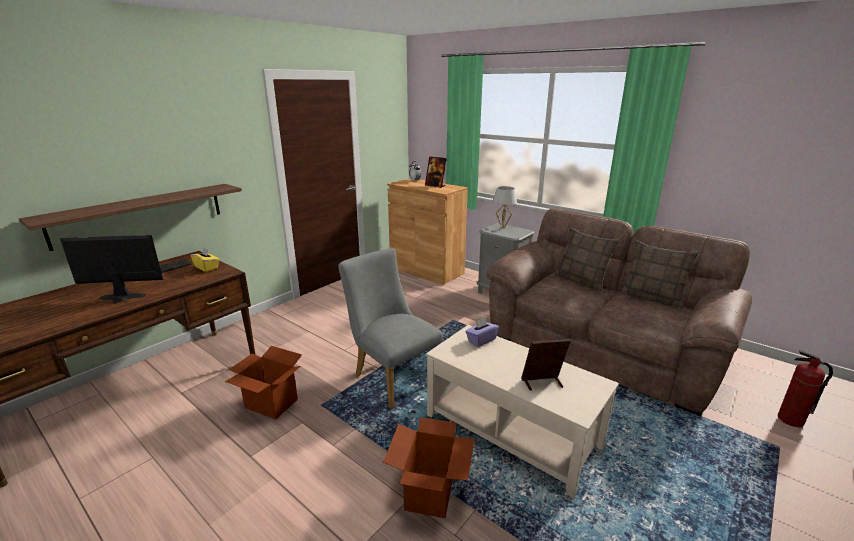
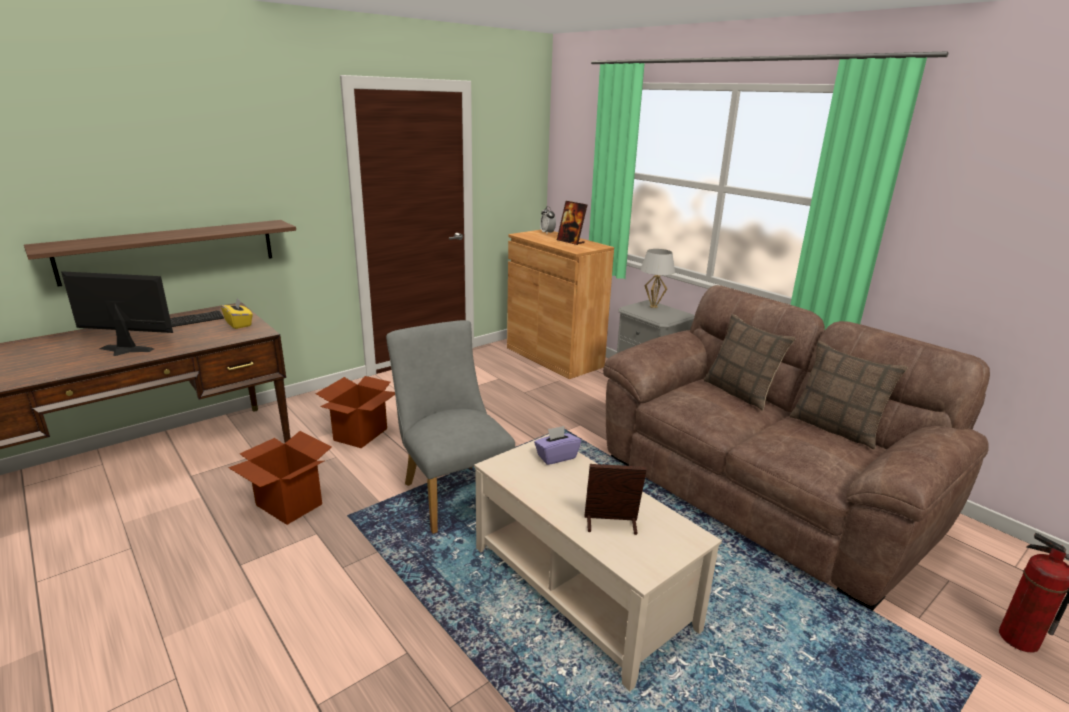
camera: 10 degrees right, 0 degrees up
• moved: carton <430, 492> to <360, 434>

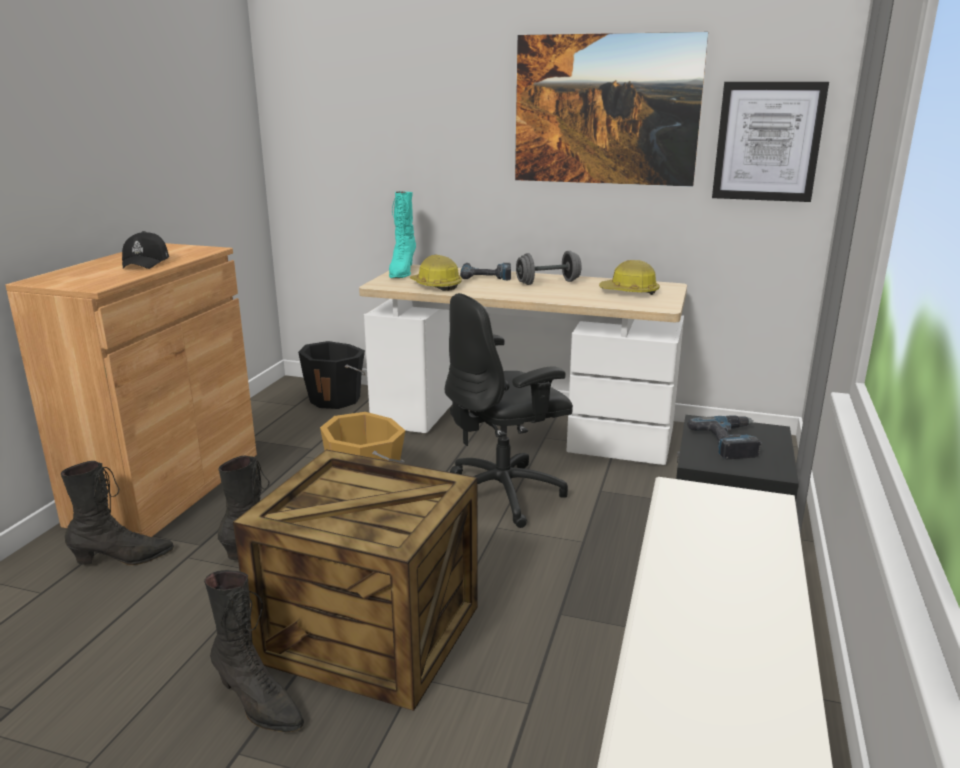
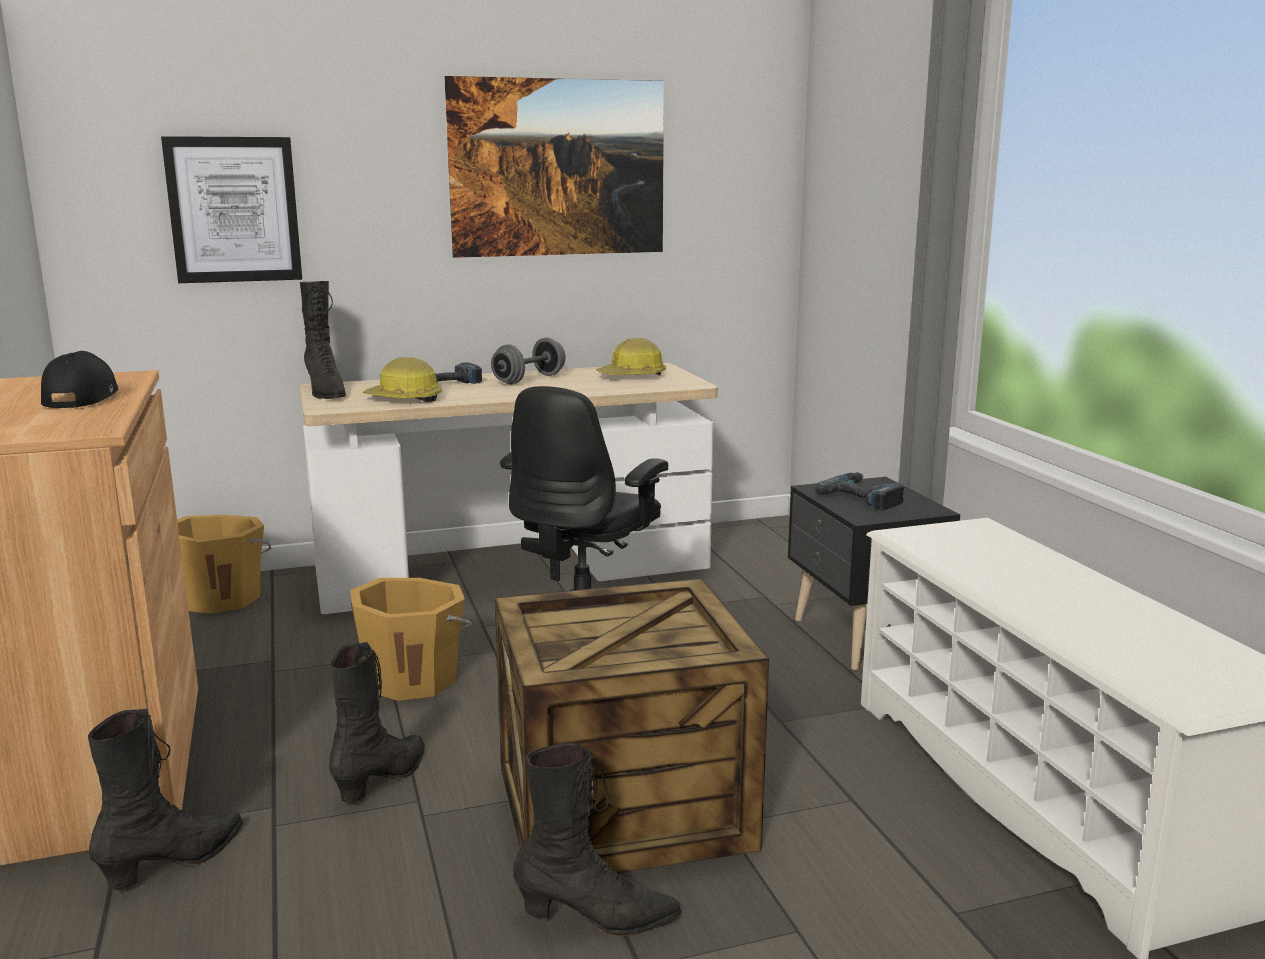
camera: 35 degrees left, 5 degrees down
• turned: casquette [noir] <146, 263> = <81, 398> 150 degrees counterclockwise
• recoloured: seau [noir] <336, 399> to seau [orange] <222, 598>
• recoloured: botte [turquoise] <402, 272> to botte [noir] <325, 392>
• moved: tableau <767, 142> to <234, 210>

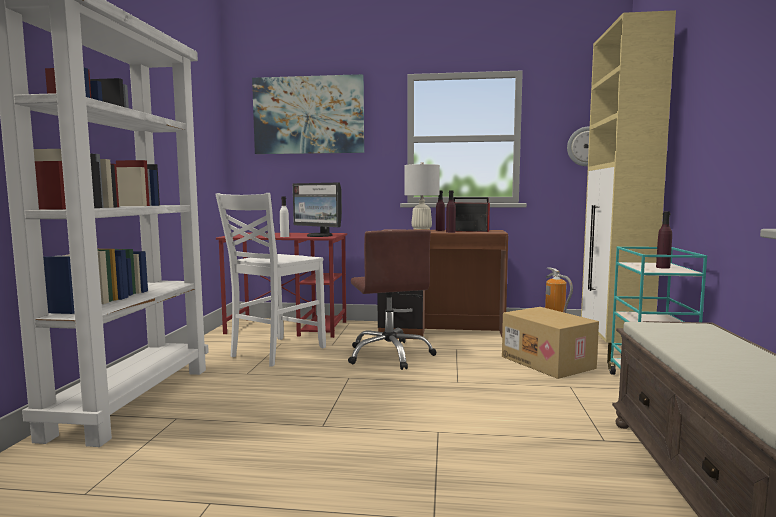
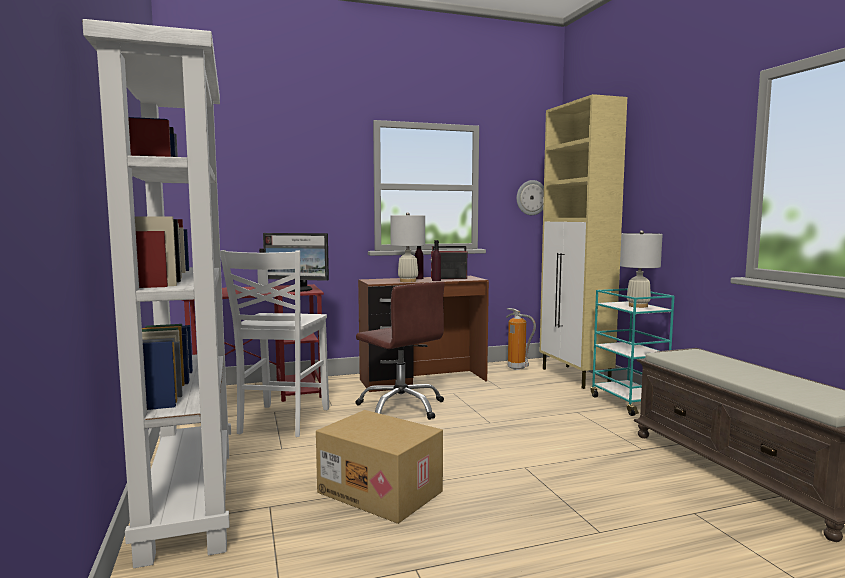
camera: 25 degrees left, 0 degrees up
• removed: tableau <308, 115>
• moved: carton <548, 362> to <382, 491>
• replaced: bouteille [violet] <663, 267> to lampe de table [blanc] <638, 306>

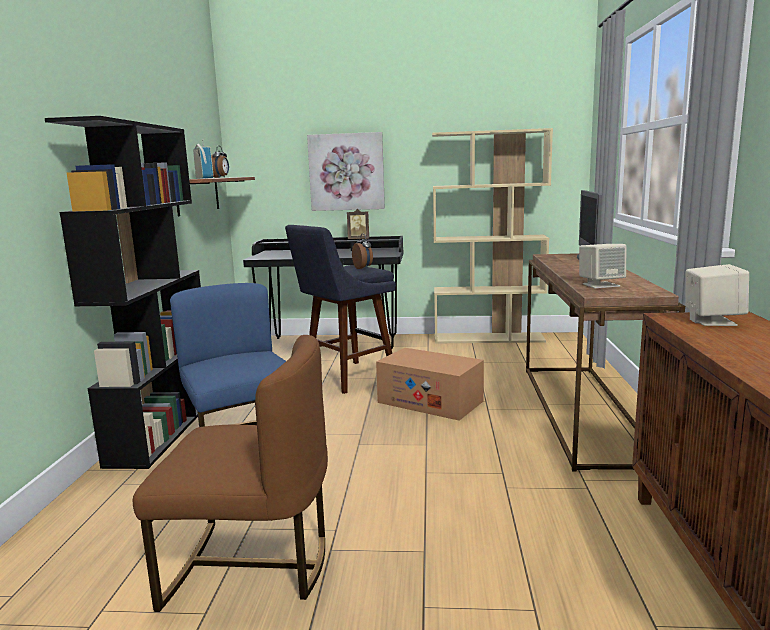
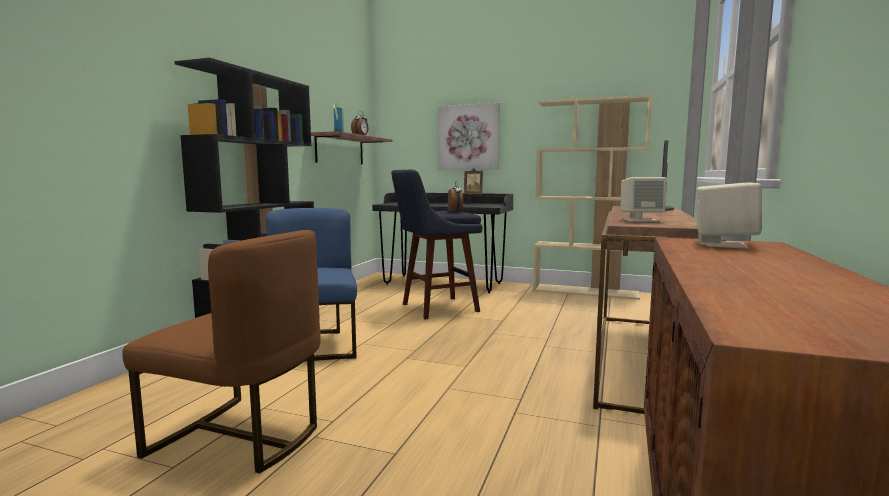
camera: 15 degrees right, 5 degrees down
• removed: carton <430, 401>

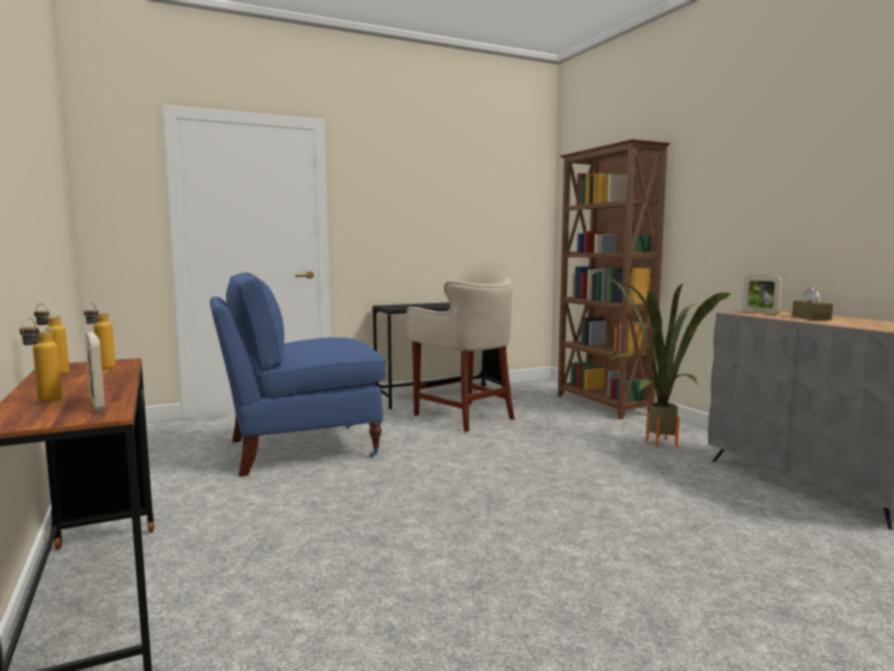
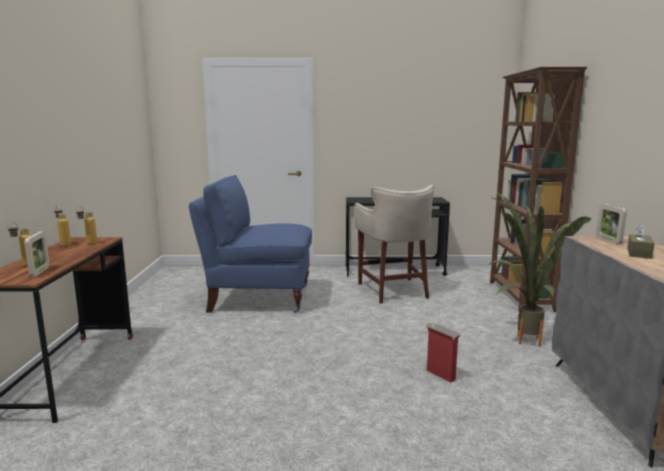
camera: 25 degrees right, 5 degrees up
• added: carton <440, 375>

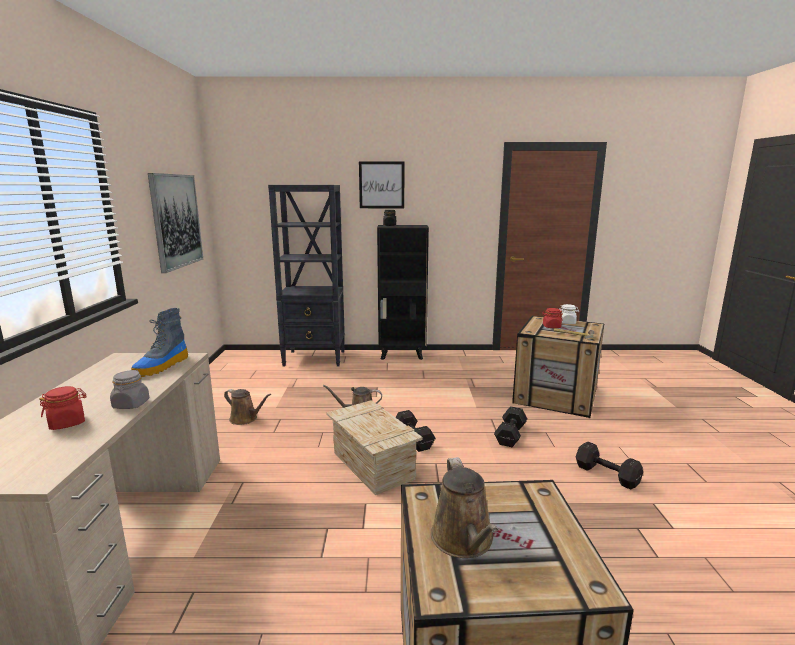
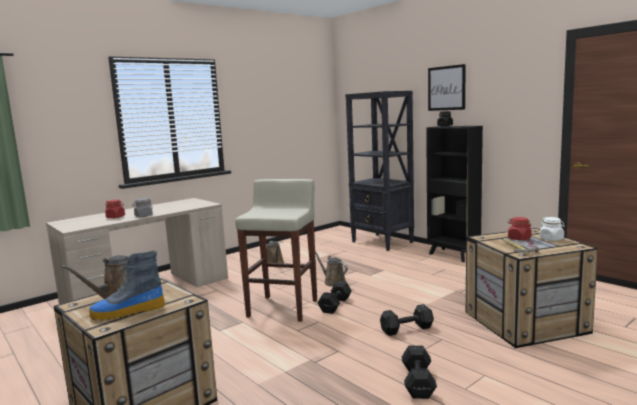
camera: 50 degrees right, 5 degrees down
• moved: botte <162, 366> to <127, 312>
• removed: tableau <176, 221>
• replaced: caisse <373, 466> to tabouret [beige] <283, 308>

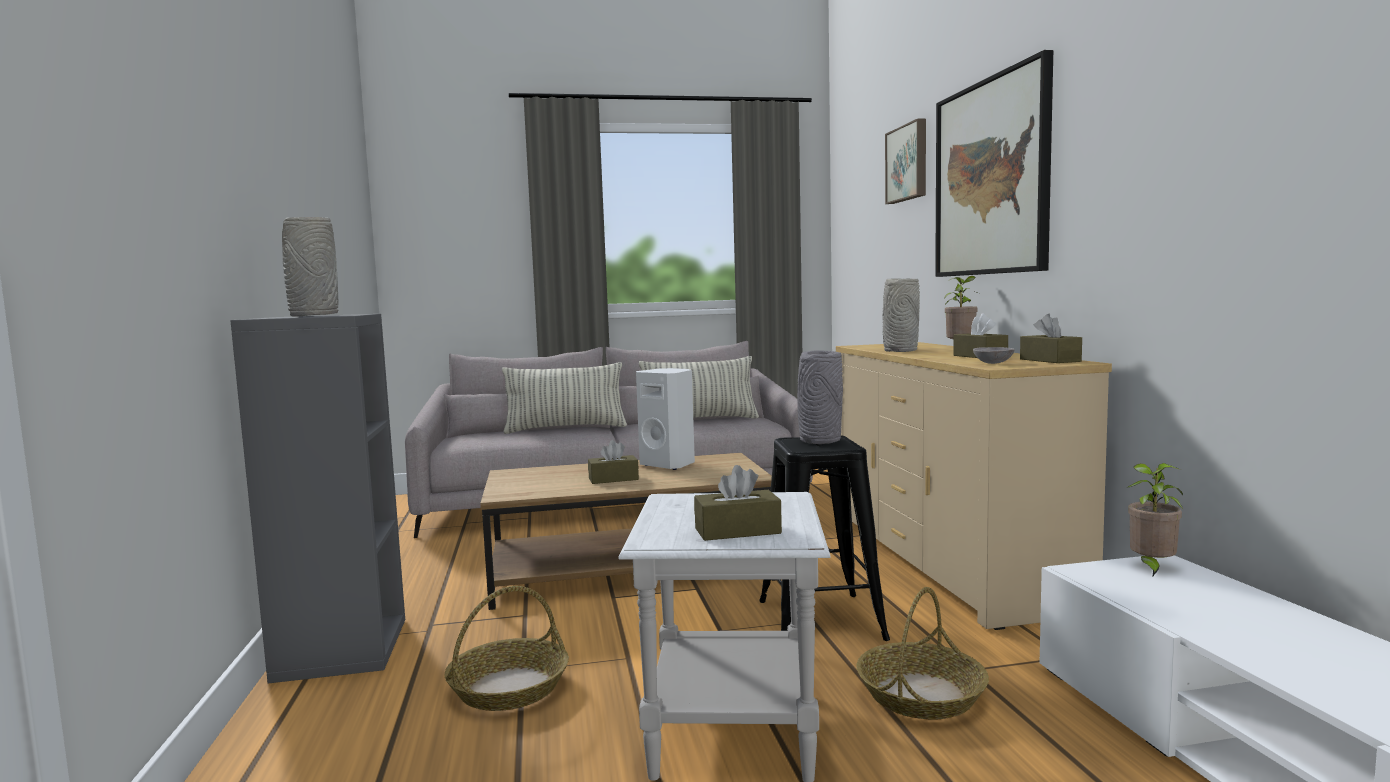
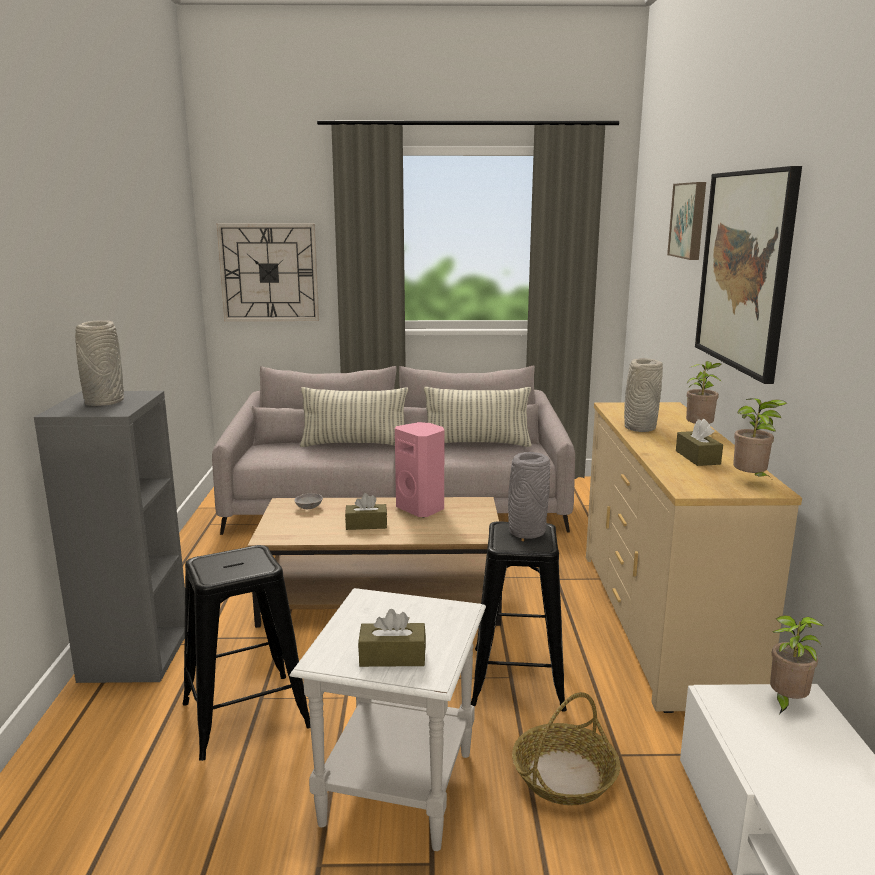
camera: 10 degrees right, 10 degrees up
• replaced: panier <509, 687> to tabouret [noir] <246, 715>
• recoloured: enceinte [blanc] <669, 465> to enceinte [rose] <422, 509>
• moved: bol [gris] <993, 363> to <309, 507>
• replaced: boîte à mouchoirs [marron] <1049, 360> to plante en pot <751, 480>
• added: horloge murale <269, 272>

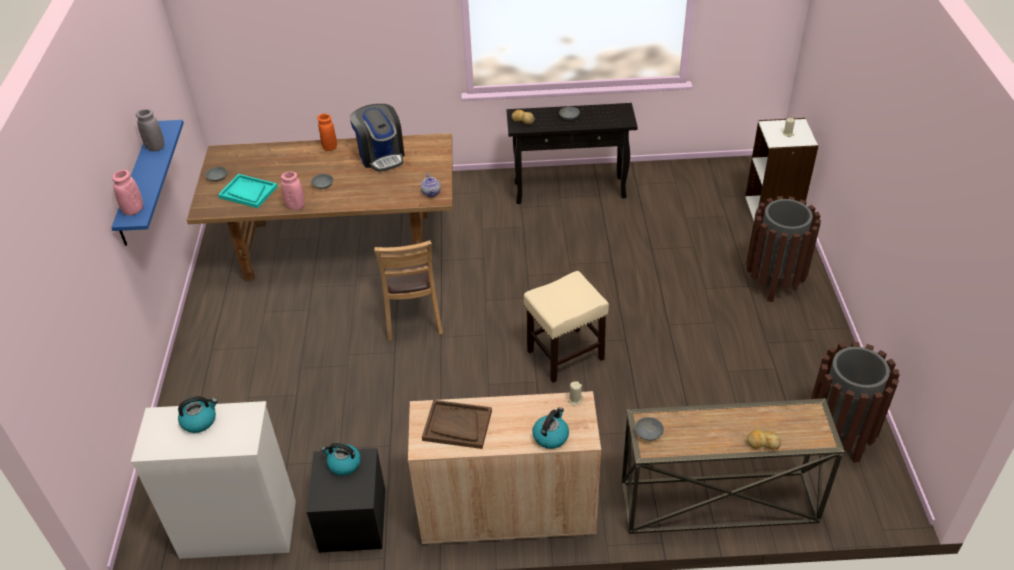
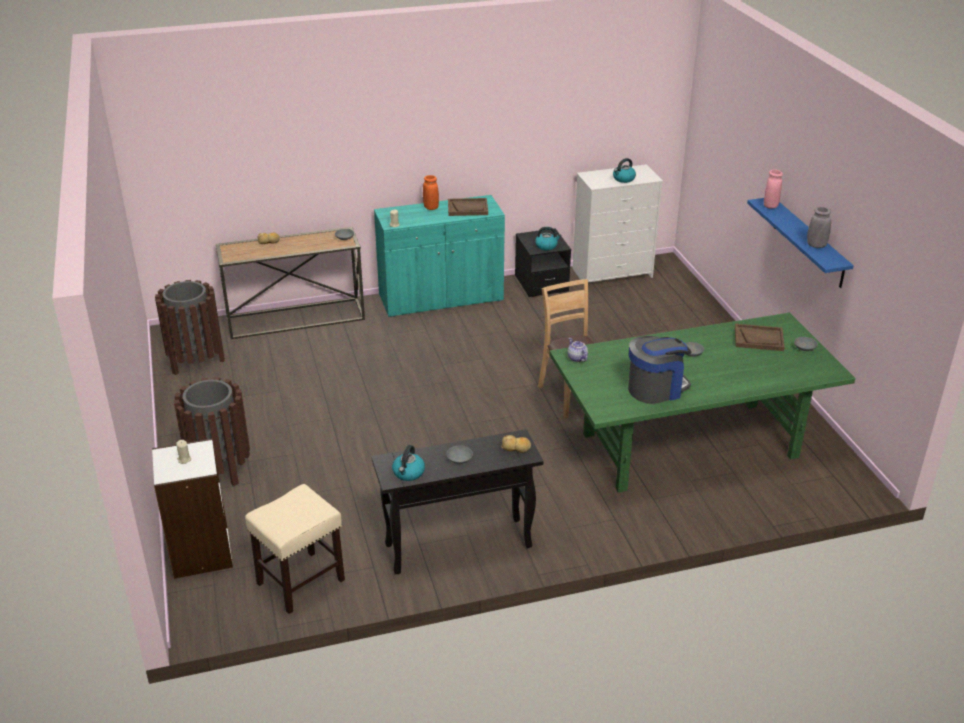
camera: 165 degrees right, 10 degrees down
• recoloured: table à manger [marron] <340, 246> to table à manger [vert] <688, 446>
• recoloured: plateau [turquoise] <248, 192> to plateau [marron] <759, 339>
• removed: vase [rose] <296, 206>
• moved: vase [orange] <329, 147> to <431, 208>
• turned: machine à café <381, 155> = <656, 388> 105 degrees clockwise
• recoloured: meuble de rangement [beige] <507, 511> to meuble de rangement [turquoise] <441, 298>
• moved: tabouret [beige] <564, 355> to <301, 581>
• moved: bouilloire <550, 436> to <408, 473>

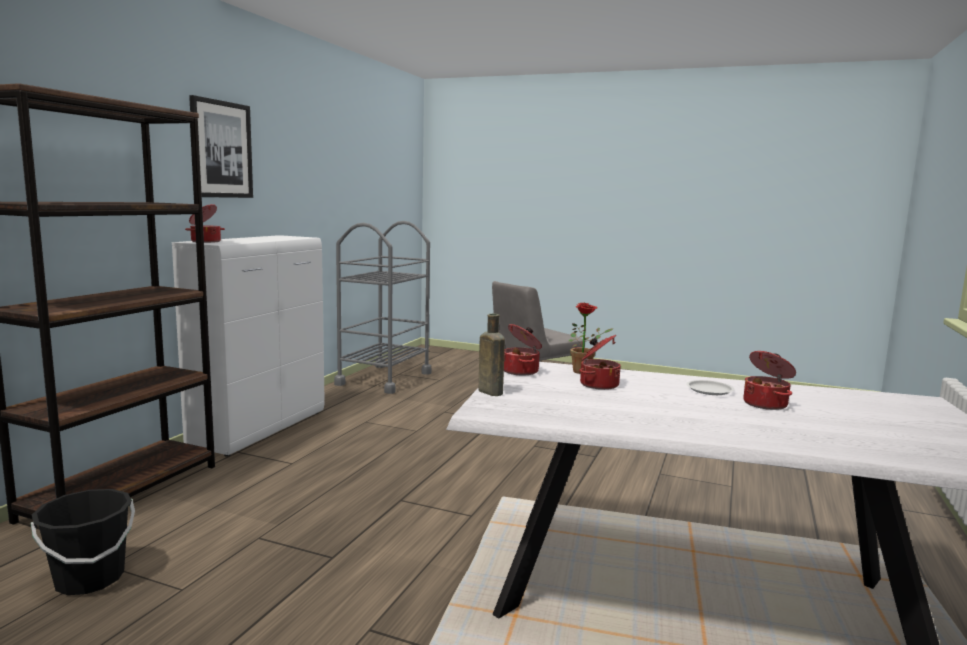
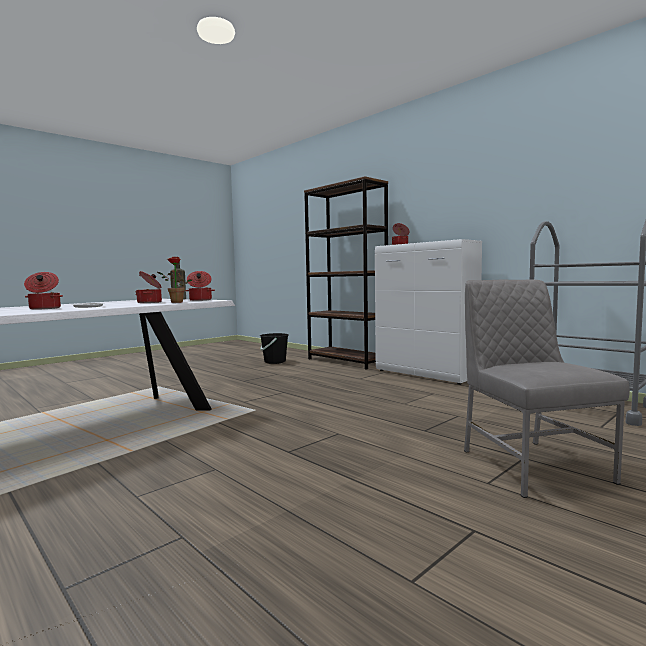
camera: 115 degrees right, 5 degrees down
• removed: tableau <221, 149>

